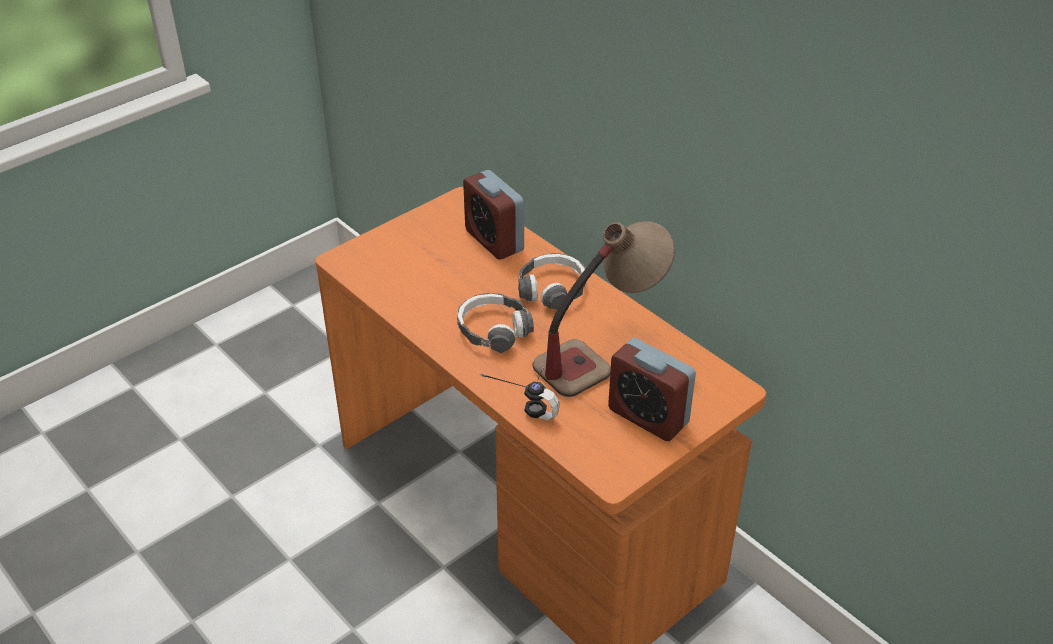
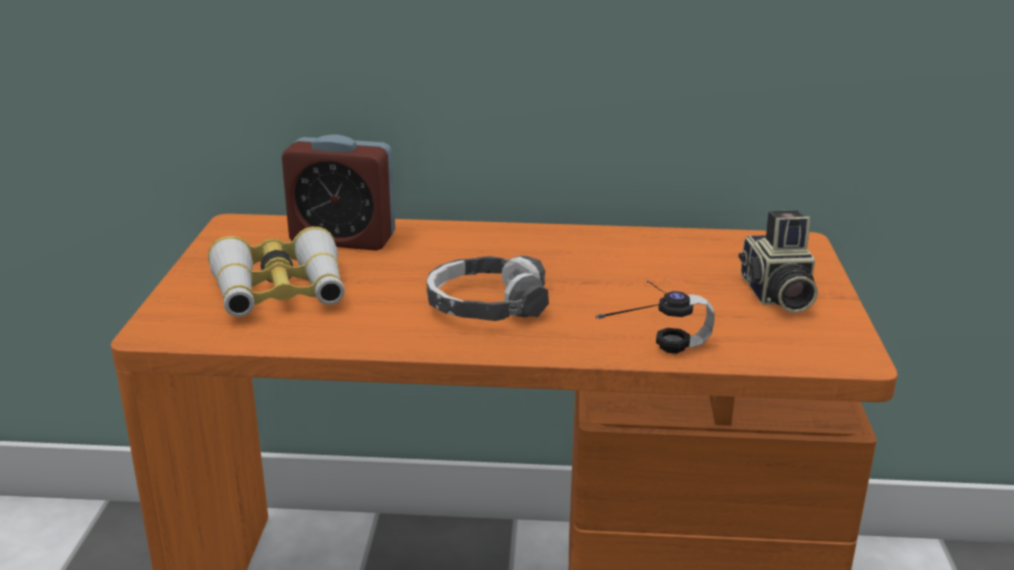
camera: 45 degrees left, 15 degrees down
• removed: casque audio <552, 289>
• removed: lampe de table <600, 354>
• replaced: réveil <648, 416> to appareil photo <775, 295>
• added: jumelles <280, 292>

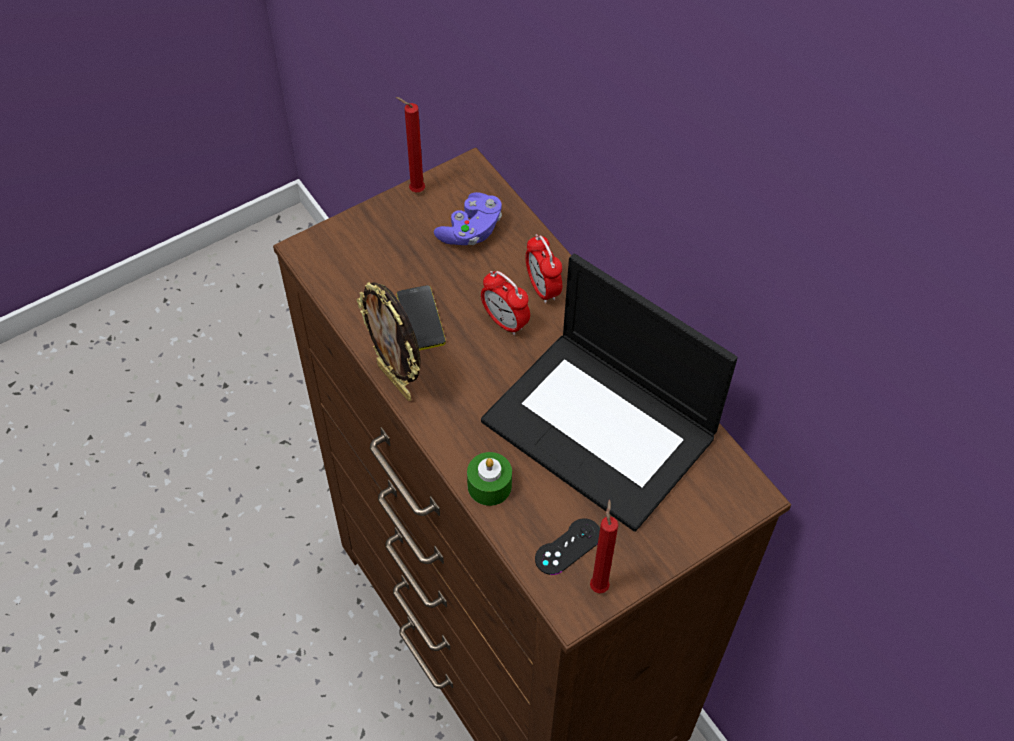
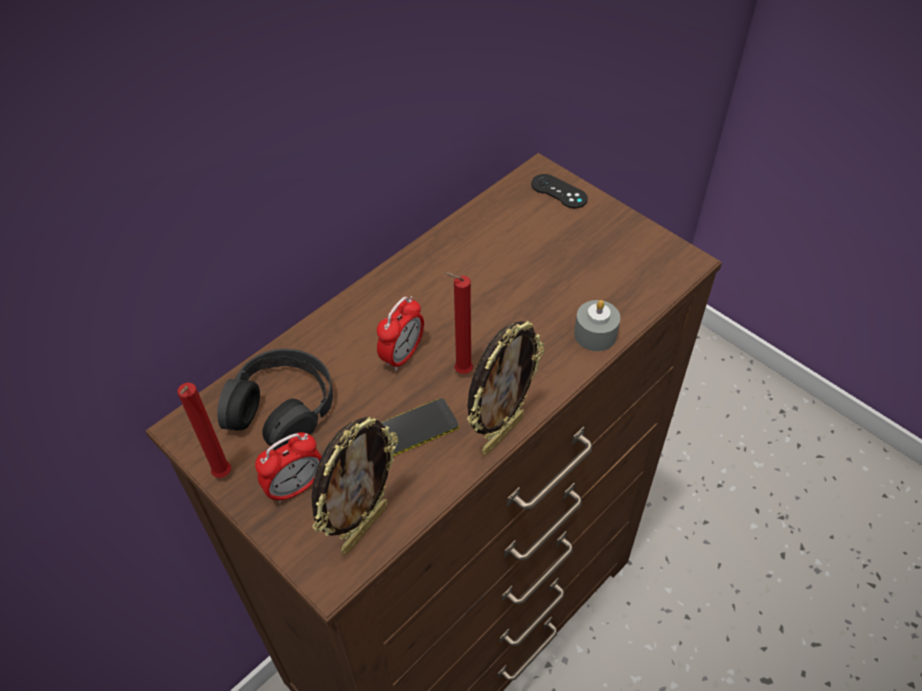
camera: 100 degrees left, 5 degrees down
• replaced: manette [violet] <471, 231> to casque audio [noir] <281, 407>
• recoloured: bougie [vert] <489, 486> to bougie [gris] <595, 334>
• removed: ordinateur portable <602, 428>
• moved: réveil <542, 288> to <296, 487>
• moved: manette [noir] <568, 546> to <559, 191>
• moved: bougie [rouge] <599, 584> to <460, 371>
• added: cadre photo <363, 527>

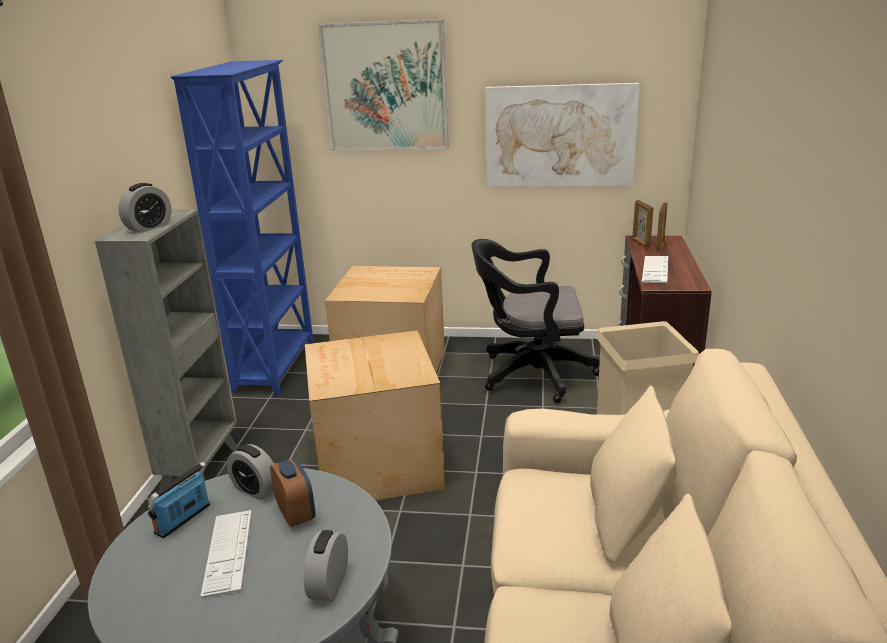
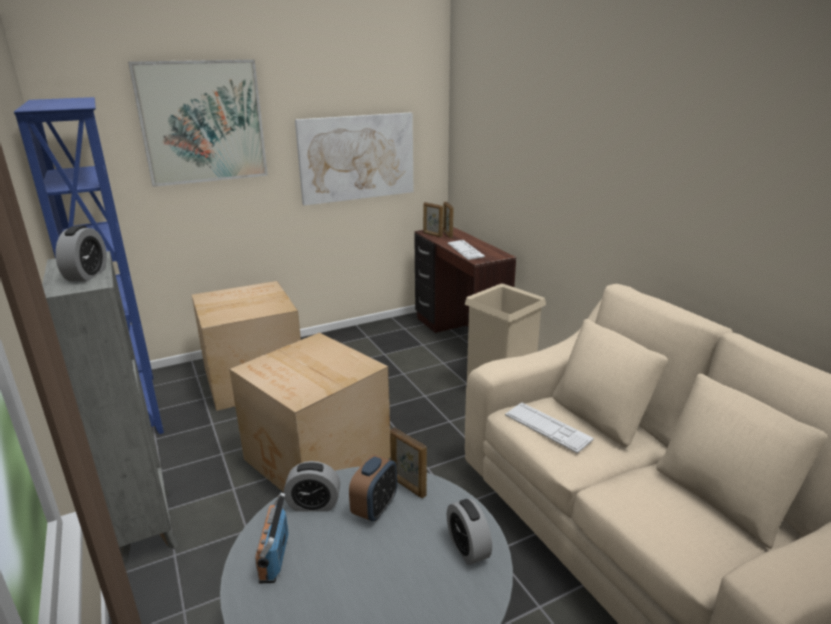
camera: 35 degrees left, 0 degrees up
• moved: clavier <228, 552> to <547, 427>
• turned: réveil <296, 514> = <375, 508> 90 degrees clockwise
• removed: chaise de bureau [noir] <530, 374>
• added: cadre photo <408, 487>

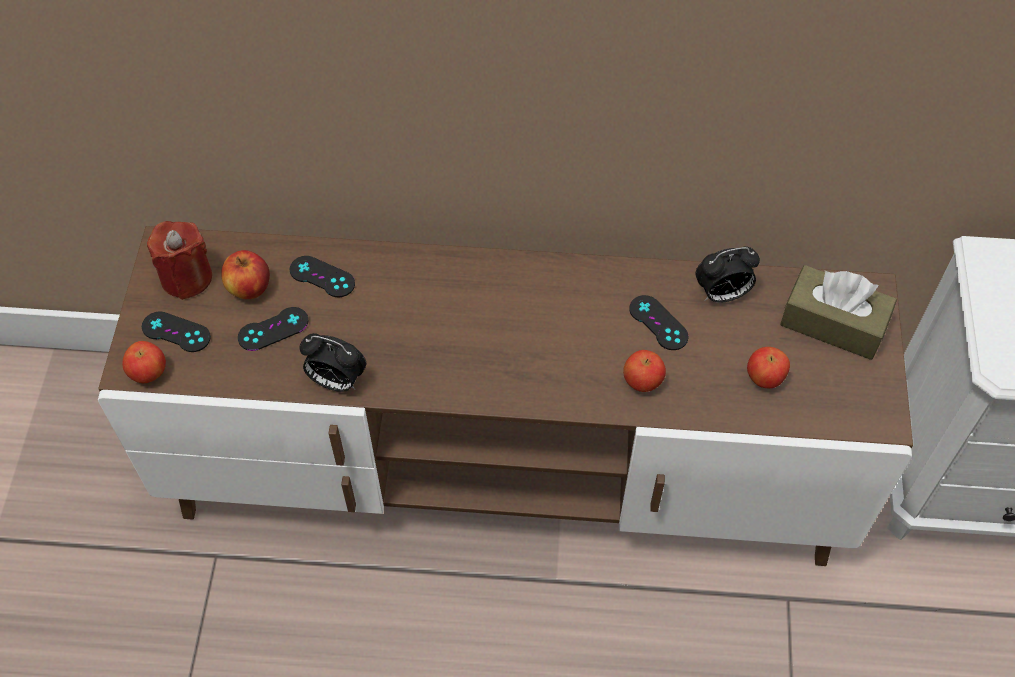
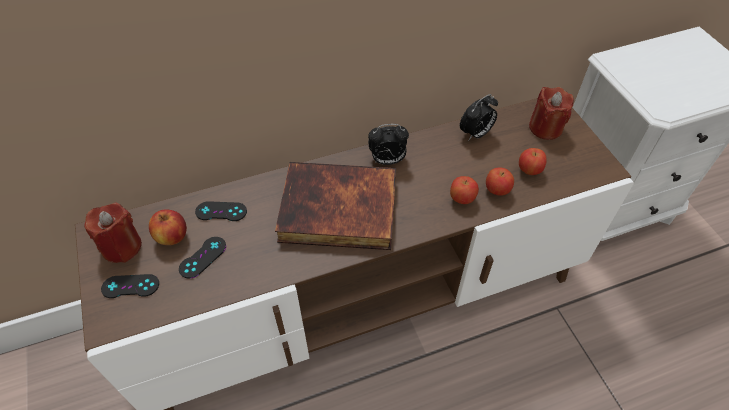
camera: 25 degrees left, 5 degrees down
• moved: pomme <148, 373> to <497, 190>
• moved: réveil <336, 381> to <387, 160>
• removed: manette [noir] <658, 323>
• replaced: boîte à mouchoirs [marron] <833, 323> to bougie [rouge] <545, 128>
• added: livre <337, 211>

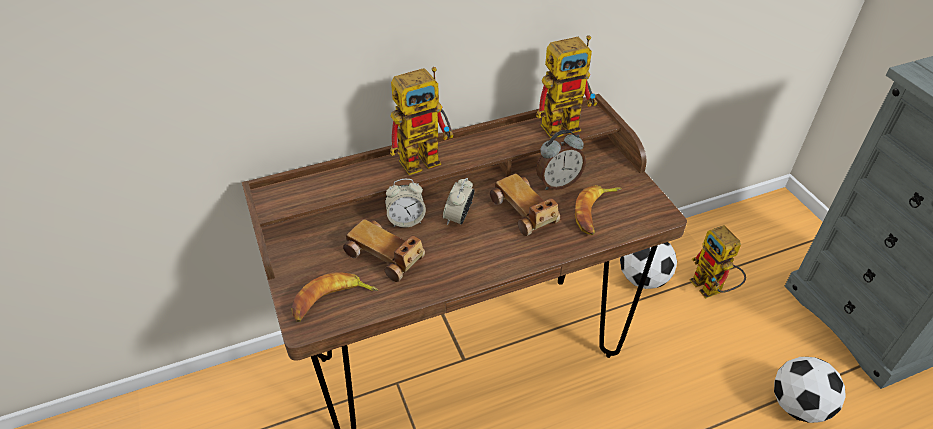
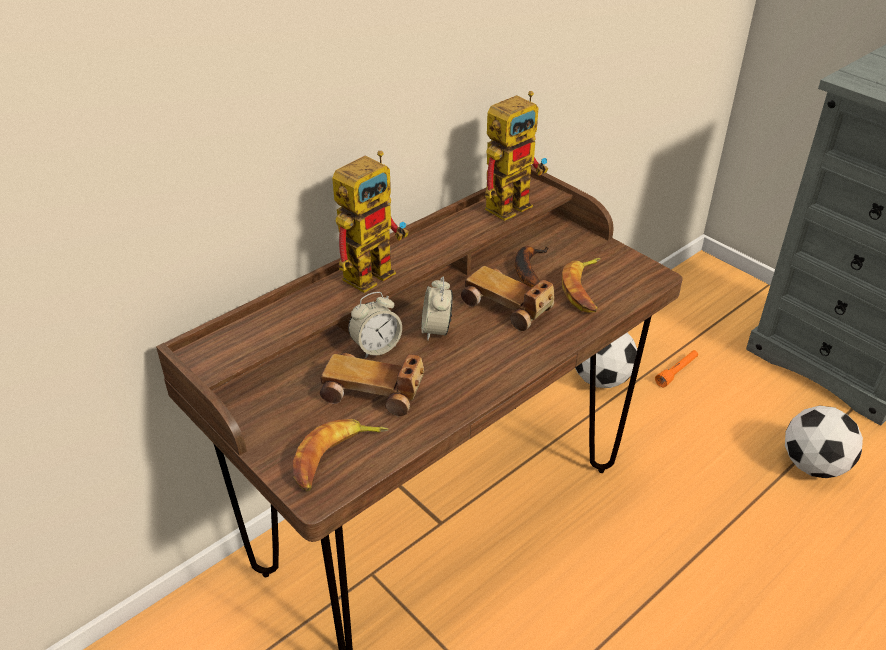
camera: 20 degrees left, 5 degrees down
• replaced: réveil <557, 183> to banane <527, 269>
• replaced: robot jouet <712, 290> to lampe de poche [orange] <677, 372>

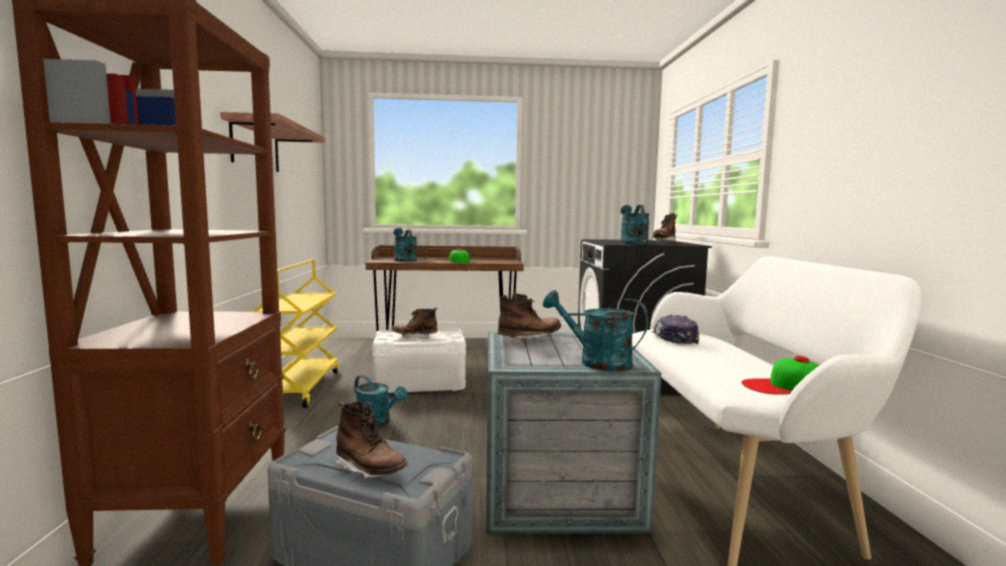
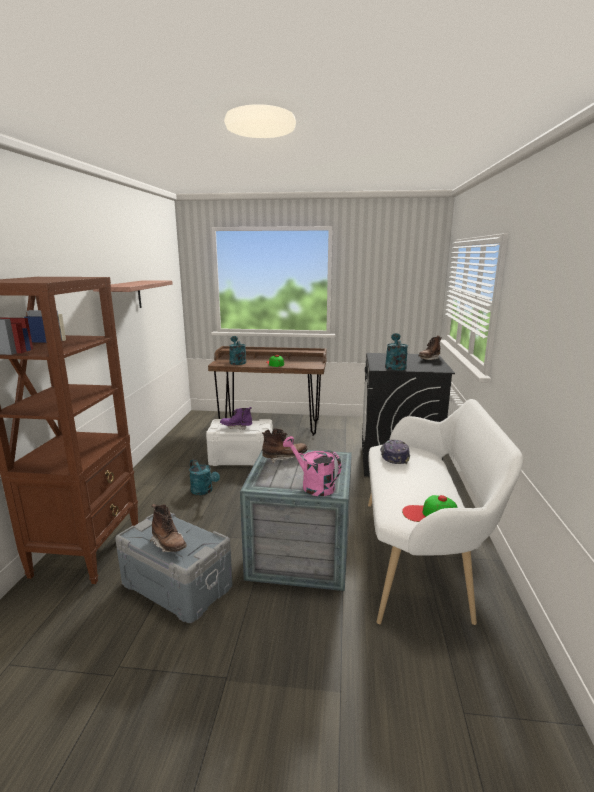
camera: 10 degrees right, 10 degrees up
• removed: chariot [jaune] <300, 387>
• recoloured: botte [marron] <414, 337> to botte [violet] <236, 427>
• recoloured: arrosoir [turquoise] <596, 362> to arrosoir [rose] <313, 485>

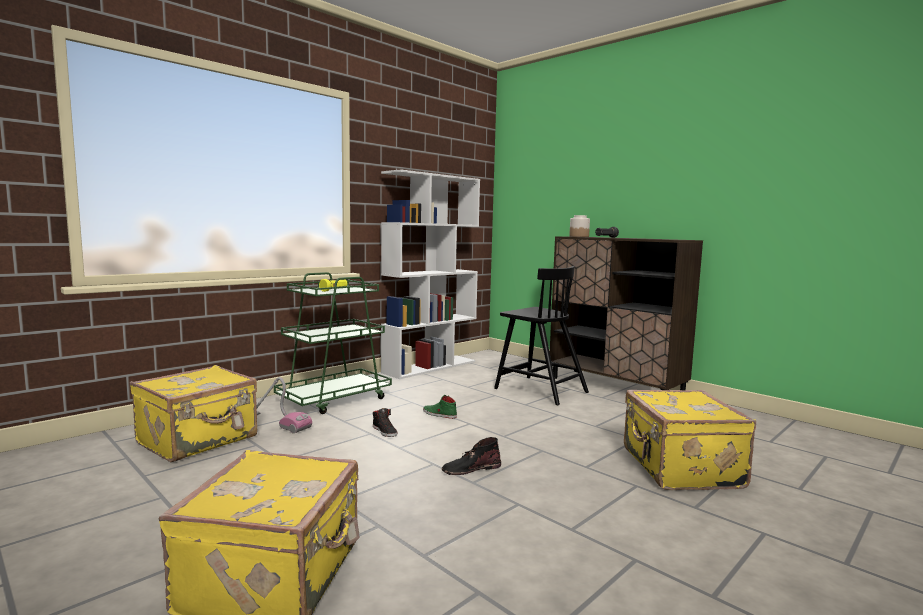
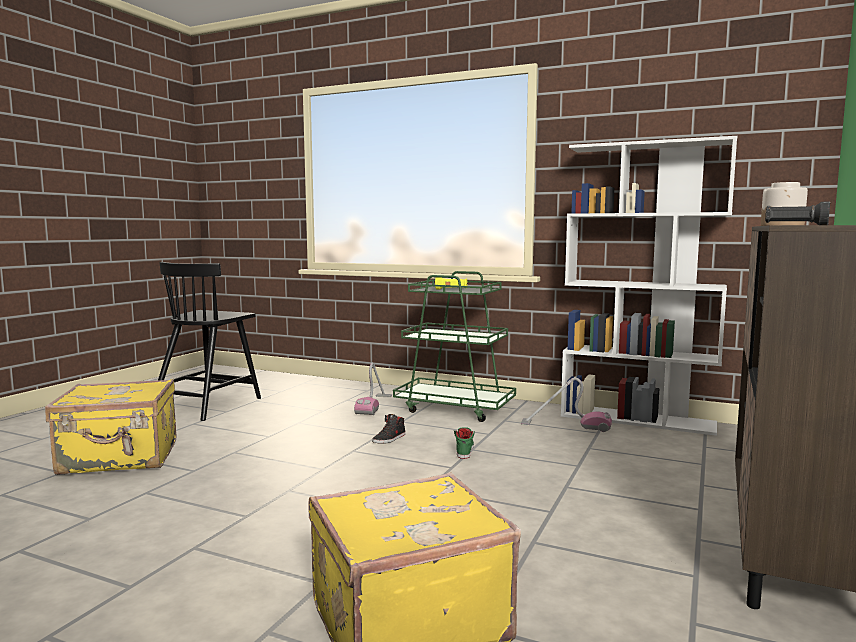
camera: 70 degrees right, 0 degrees up
• removed: valise [jaune] <199, 440>
• removed: botte [noir] <471, 468>
• moved: chaise [noir] <539, 390> to <208, 405>
• added: aspirateur <565, 426>

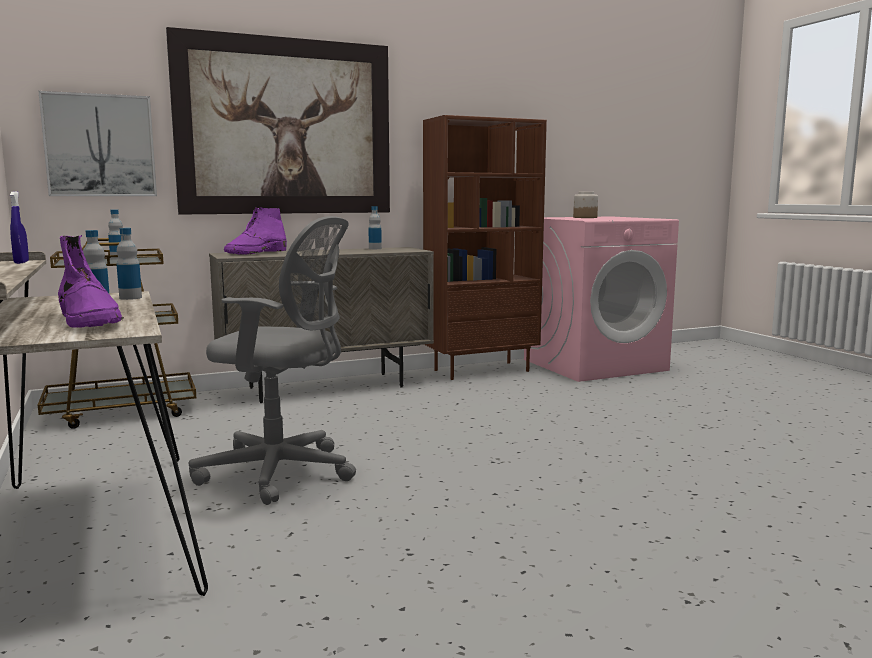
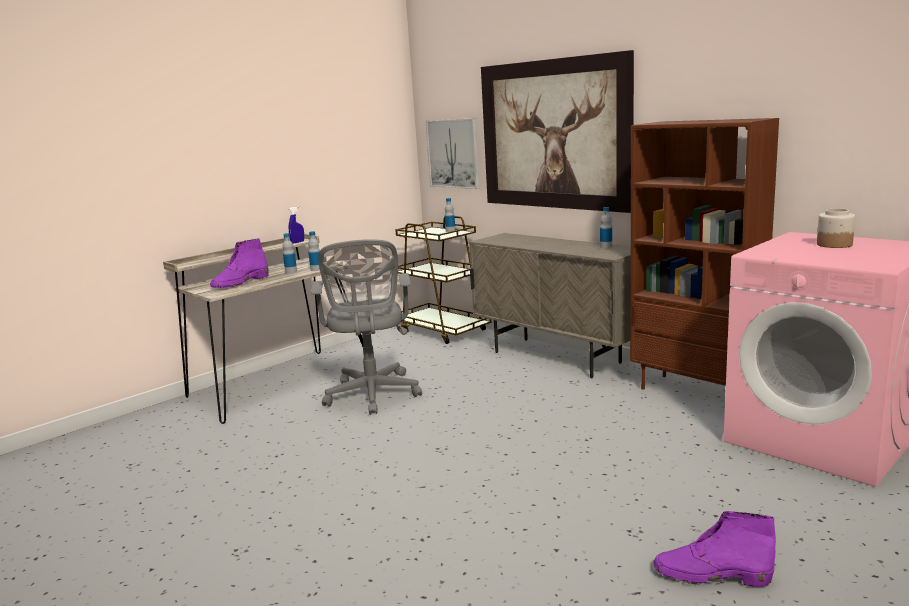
camera: 70 degrees right, 5 degrees up
• moved: botte [violet] <256, 253> to <710, 575>

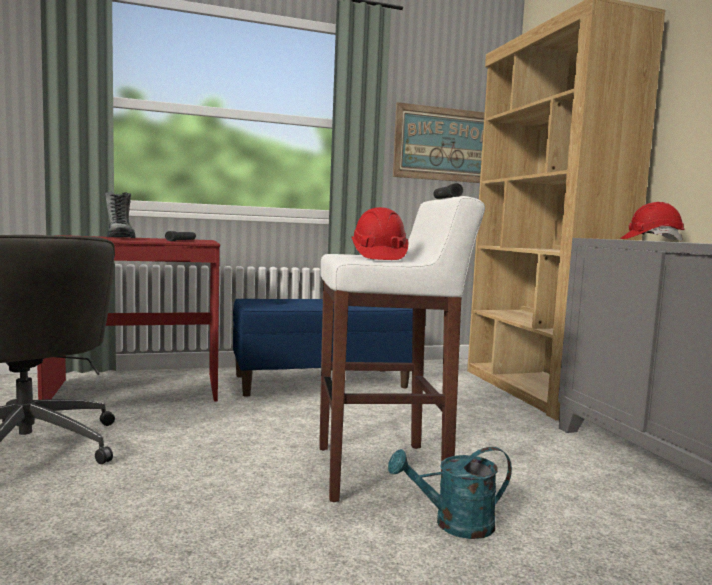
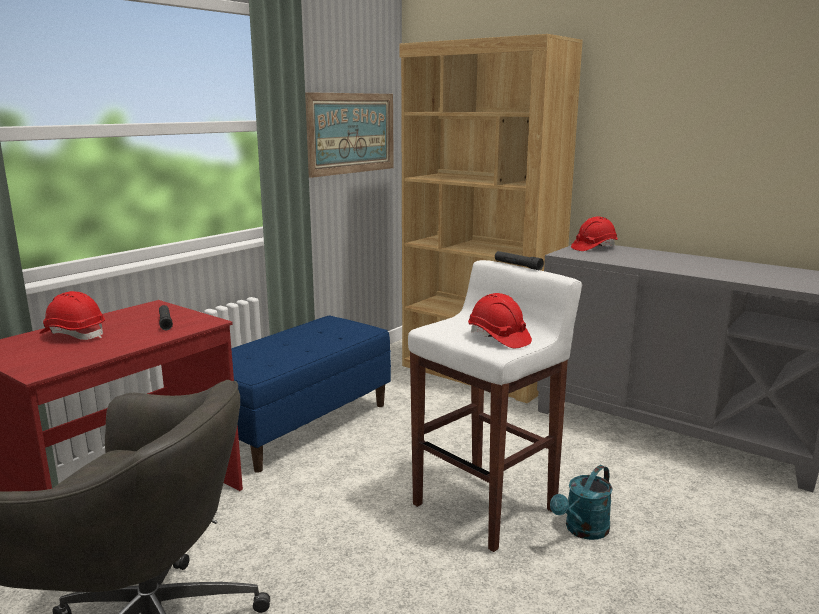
camera: 35 degrees left, 10 degrees up
• replaced: botte <120, 237> to casque de chantier [rouge] <74, 334>

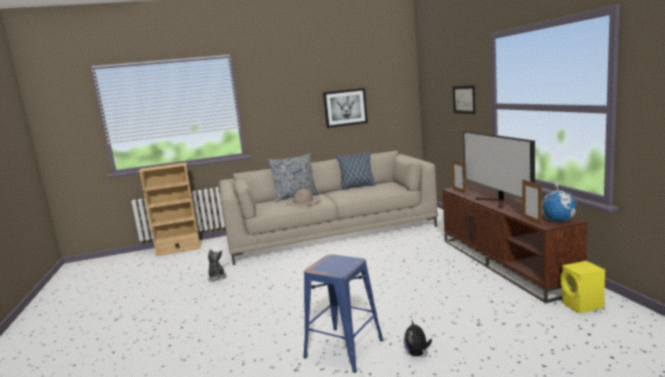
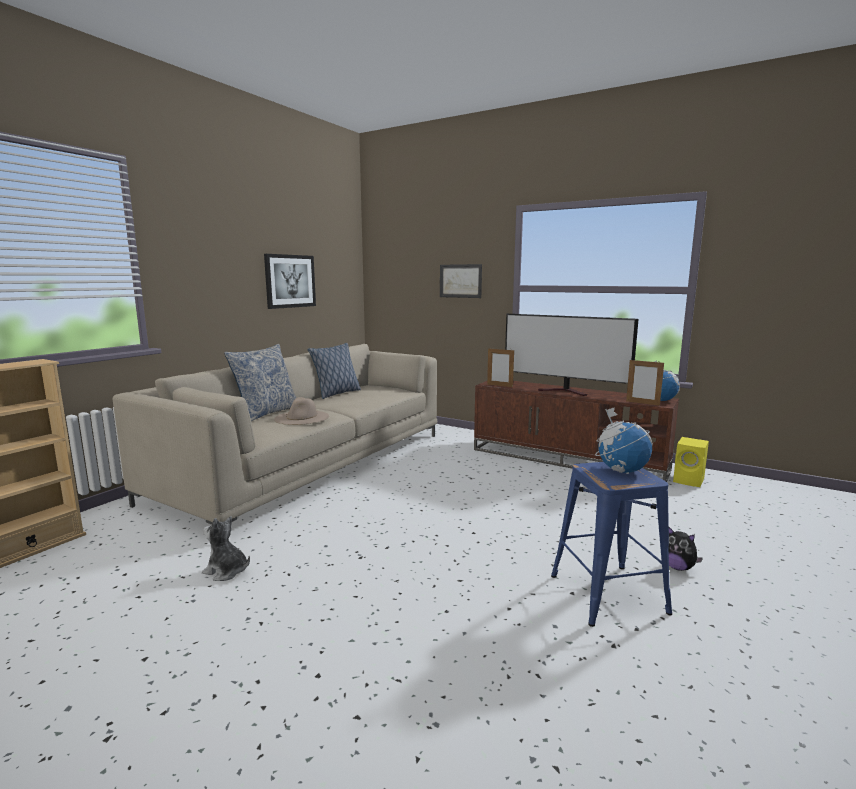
camera: 45 degrees left, 0 degrees up
• added: globe <621, 470>

